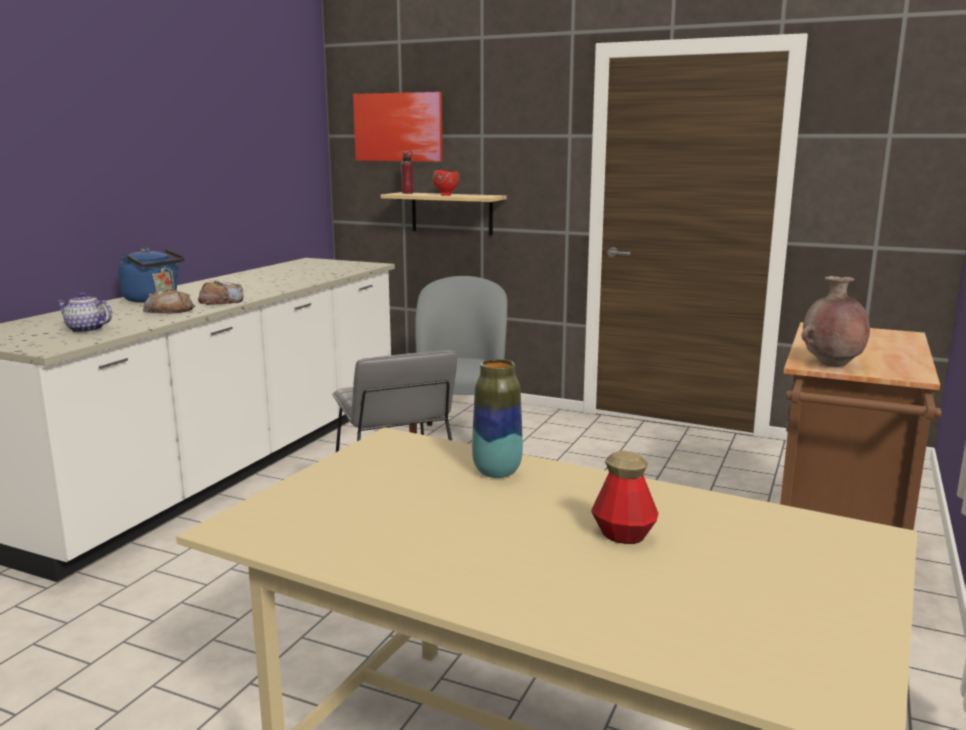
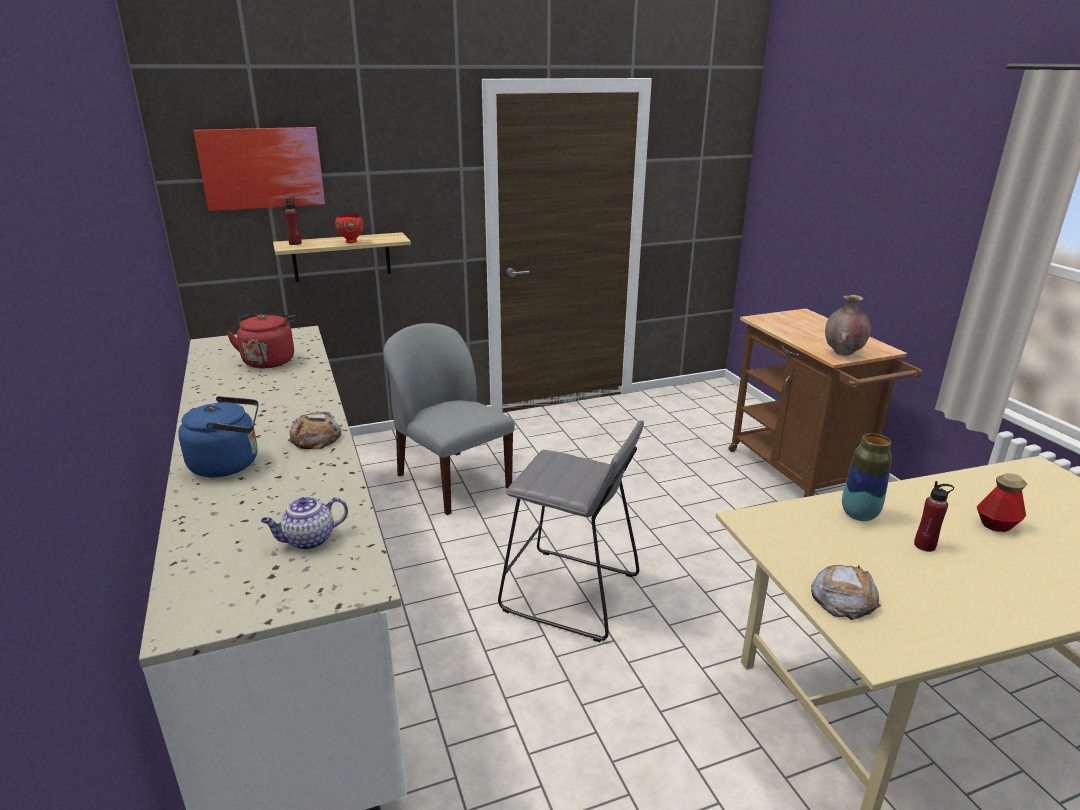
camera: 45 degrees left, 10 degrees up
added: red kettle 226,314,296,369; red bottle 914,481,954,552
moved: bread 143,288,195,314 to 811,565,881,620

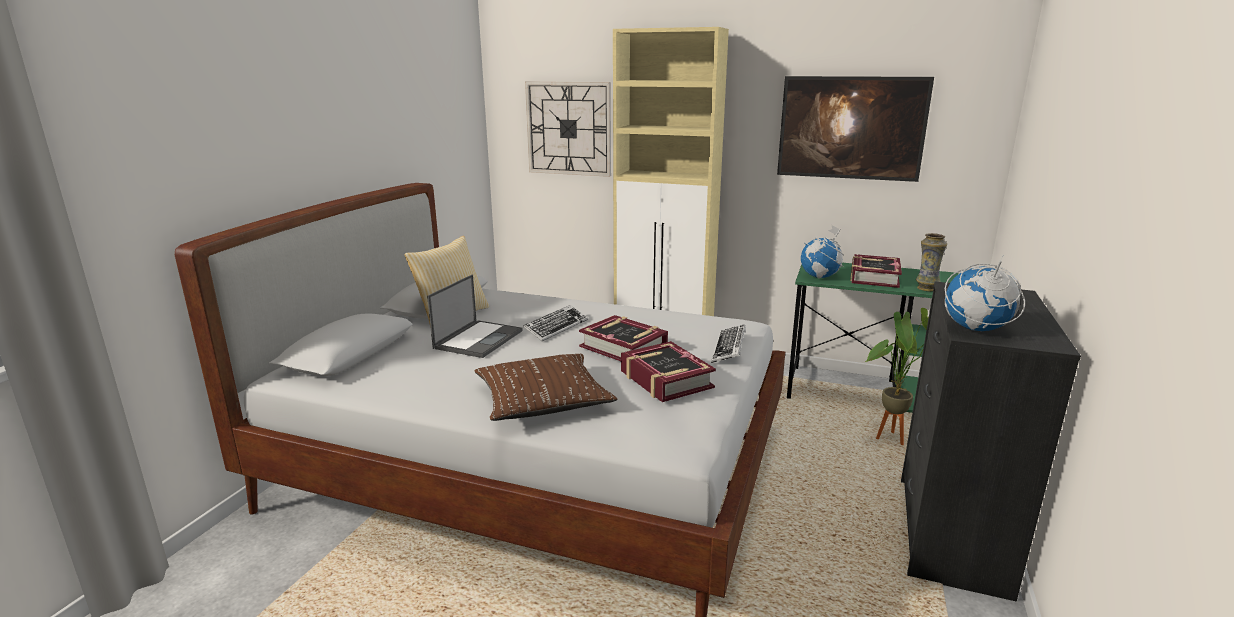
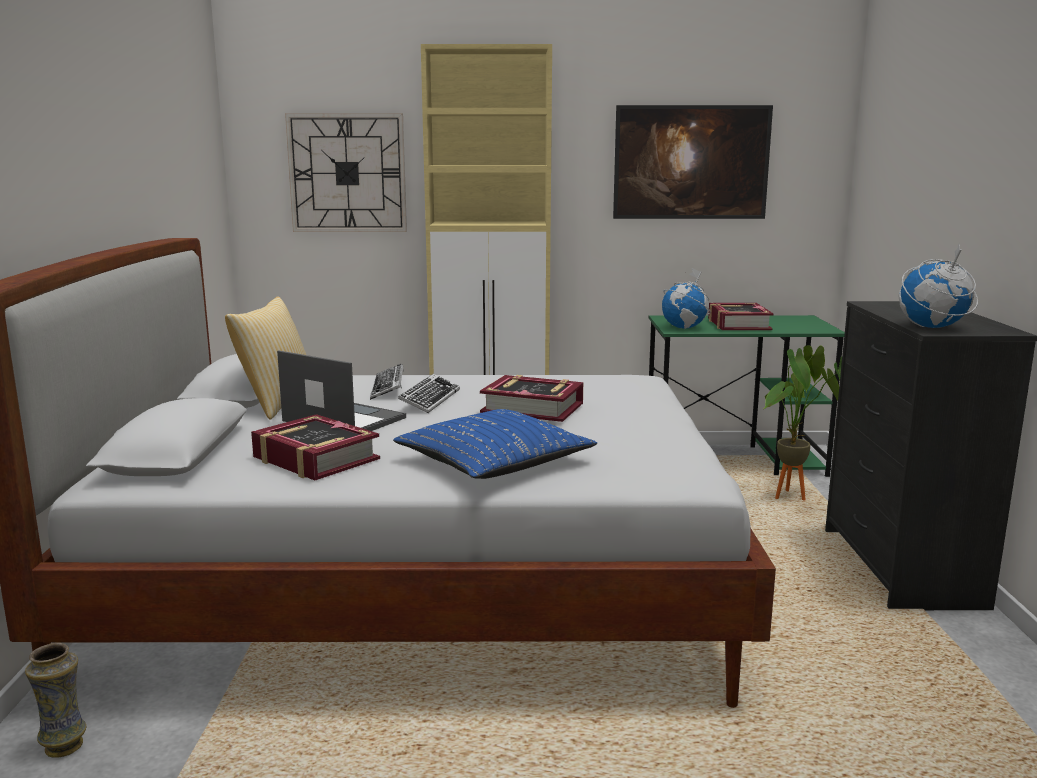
camera: 20 degrees left, 5 degrees down
moved: vase 916,233,947,291 to 25,643,86,758; book 621,341,716,402 to 251,414,380,480; keyboard 711,325,746,363 to 370,364,404,400
recoloured: brown pillow 474,354,617,421 to blue pillow 393,409,597,479
turned: laptop 427,274,523,358 = 277,350,406,431 60 degrees counterclockwise

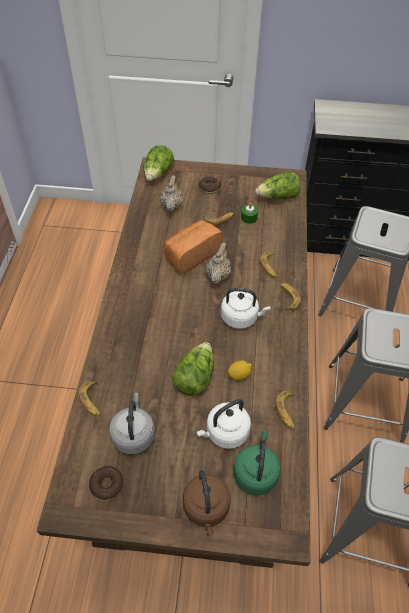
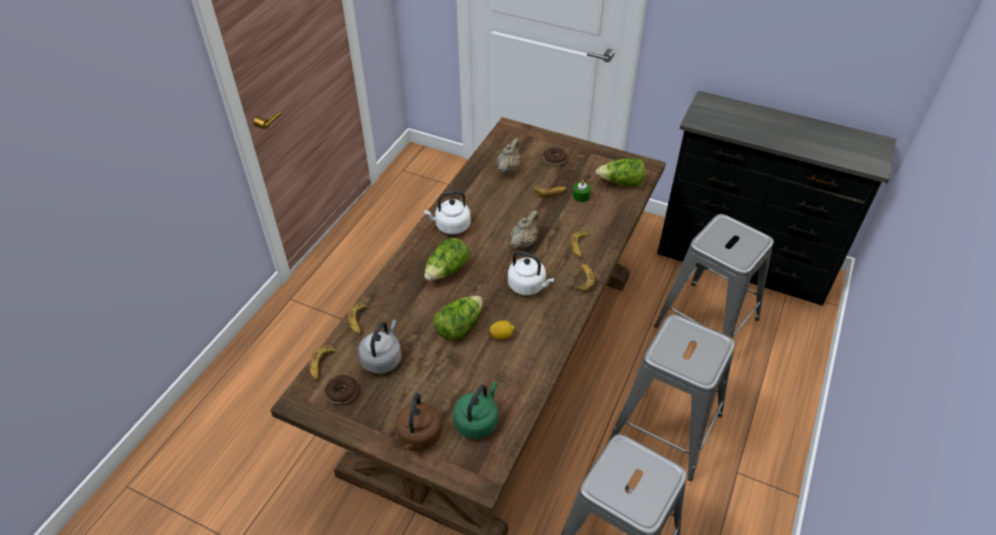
camera: 20 degrees right, 5 degrees down
removed: bread 164,220,223,275
moved: banana 275,391,295,429 to 310,345,338,380; white kettle 197,399,251,449 to 424,191,471,234; lettuce 144,145,174,181 to 424,238,470,281

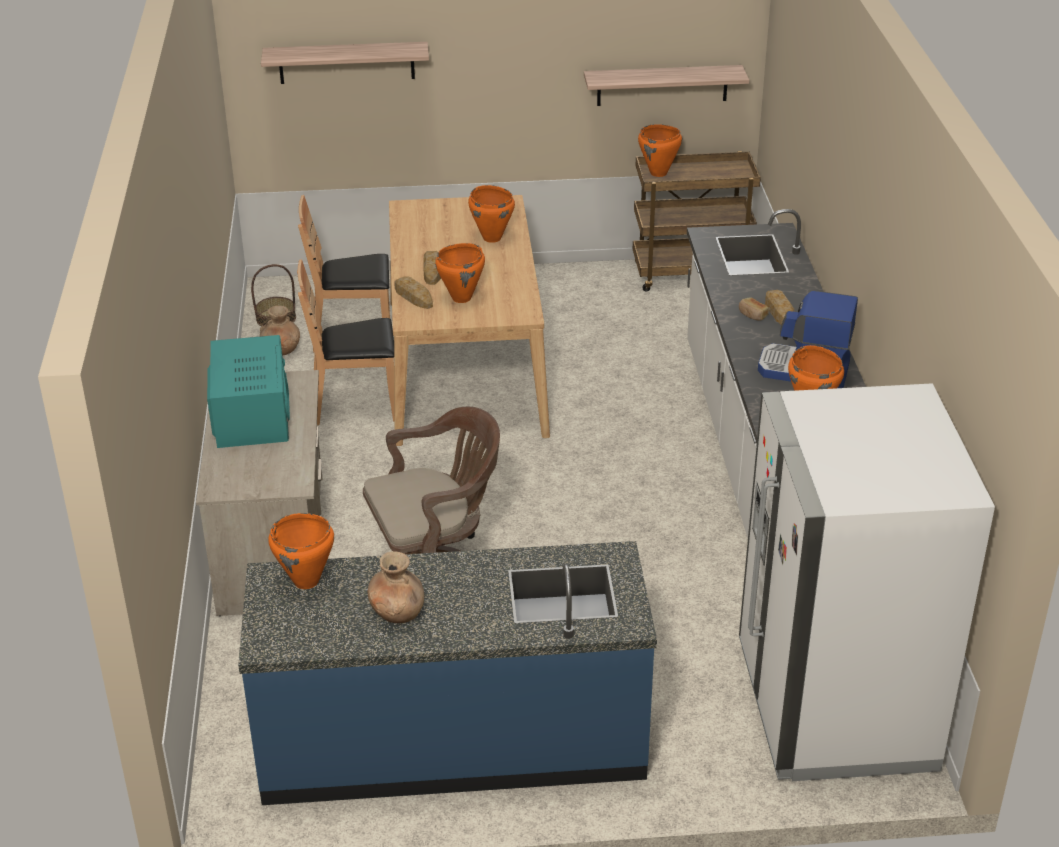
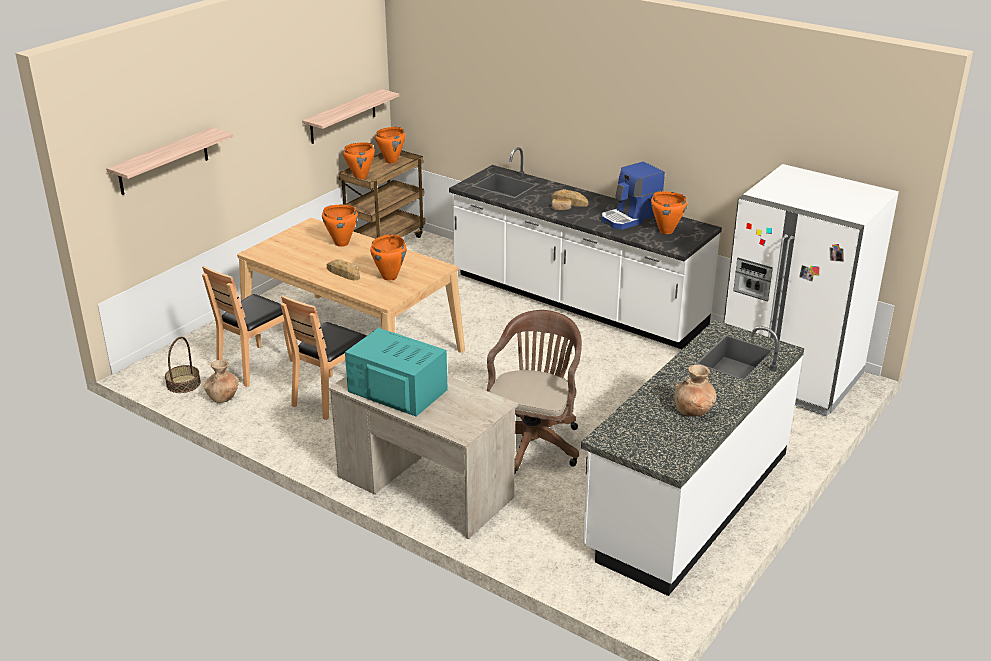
camera: 50 degrees left, 5 degrees down
removed: bread 394,276,433,309
moved: orange cooking pot 269,513,334,589 to 375,127,405,163
recoloured: blue counter 238,541,657,805 to white counter 581,320,804,596

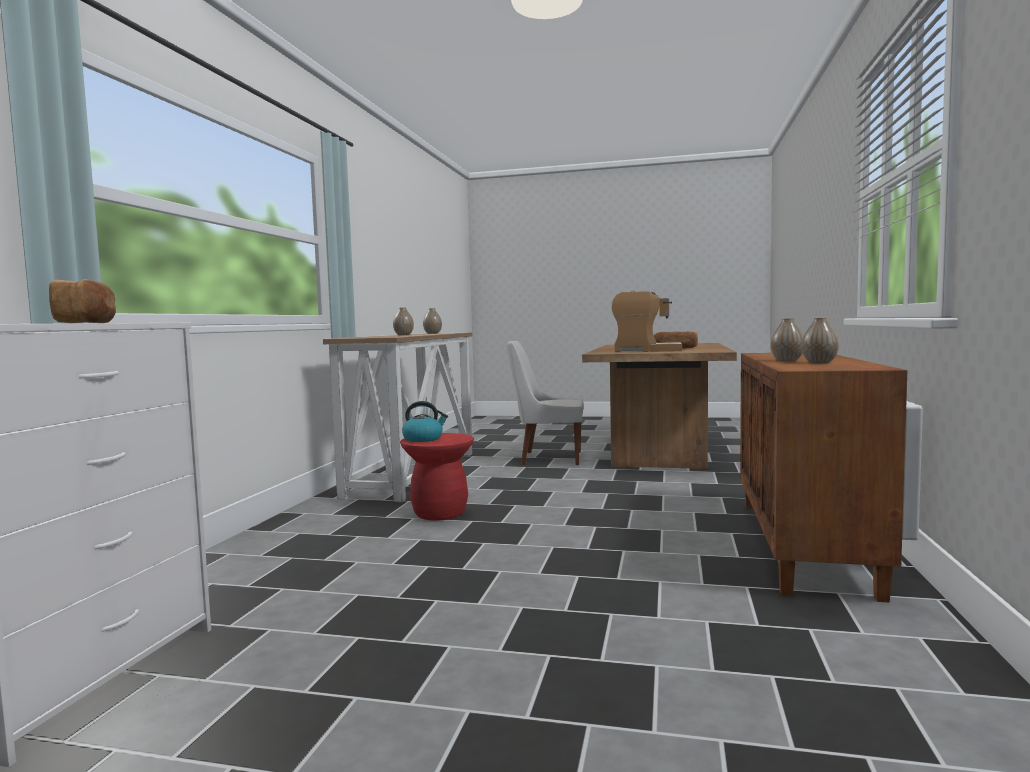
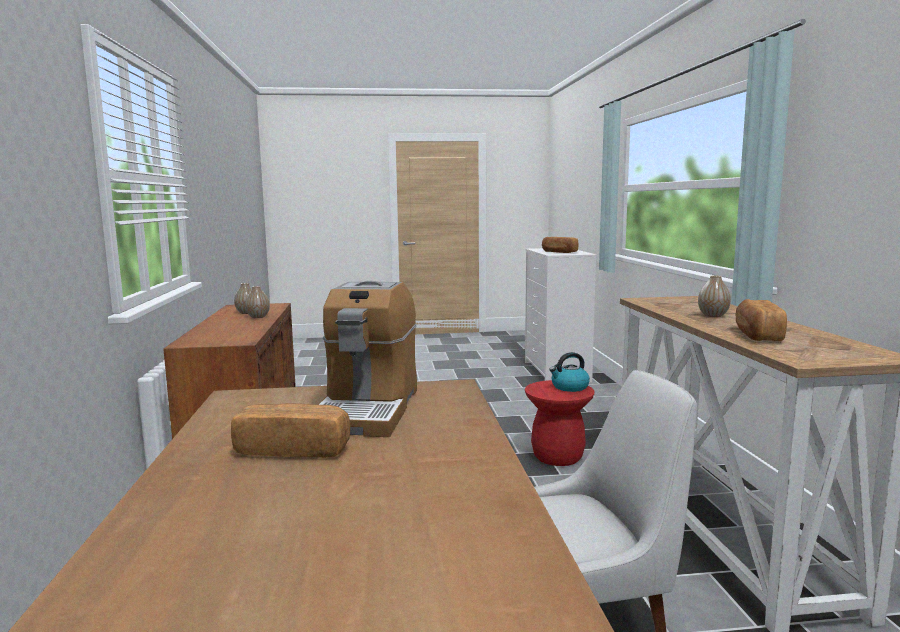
camera: 160 degrees right, 5 degrees up
replaced: vase 423,308,442,334 to bread 735,299,787,341
turned: coffee machine 612,291,682,352 = 318,281,417,437 75 degrees counterclockwise

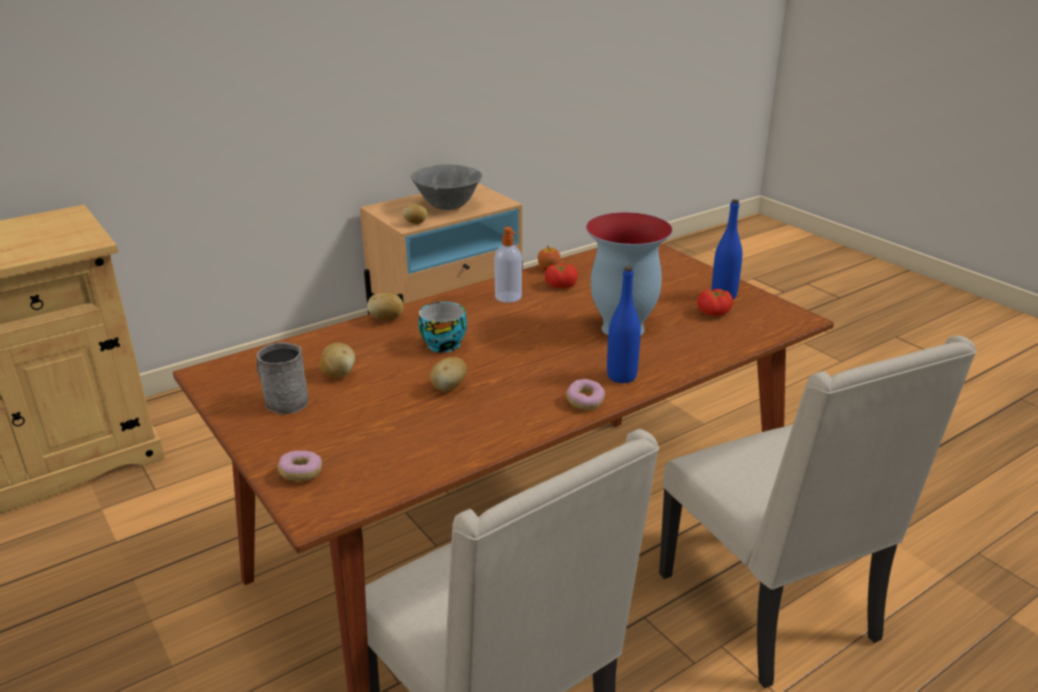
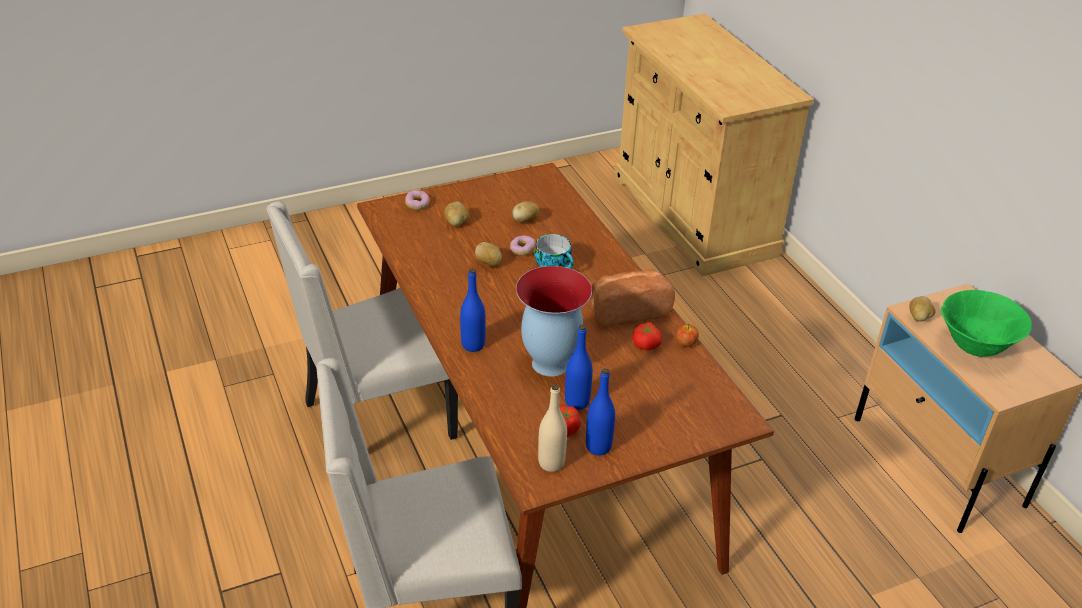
camera: 100 degrees right, 10 degrees up
removed: grey mug 257,342,309,415
added: beige bottle 538,384,567,472; blue bottle 565,324,593,410
moved: potato 367,293,403,320 to 444,201,470,226; donut 566,379,605,410 to 510,235,536,256
replaced: soap dispenser 494,227,522,303 to bread 591,269,675,327
recoloured: grey bowl 411,164,482,210 to green bowl 941,290,1032,357

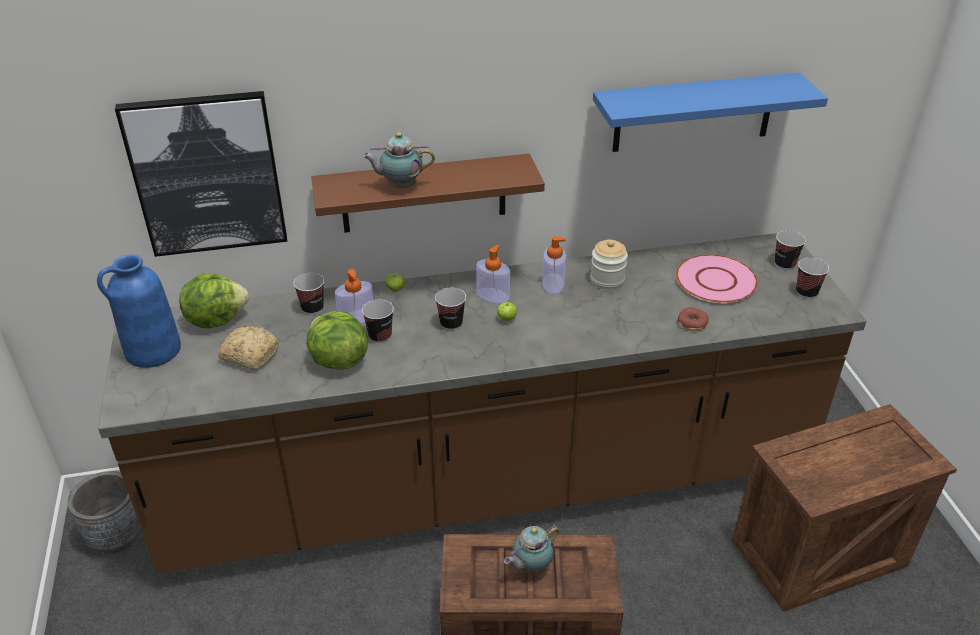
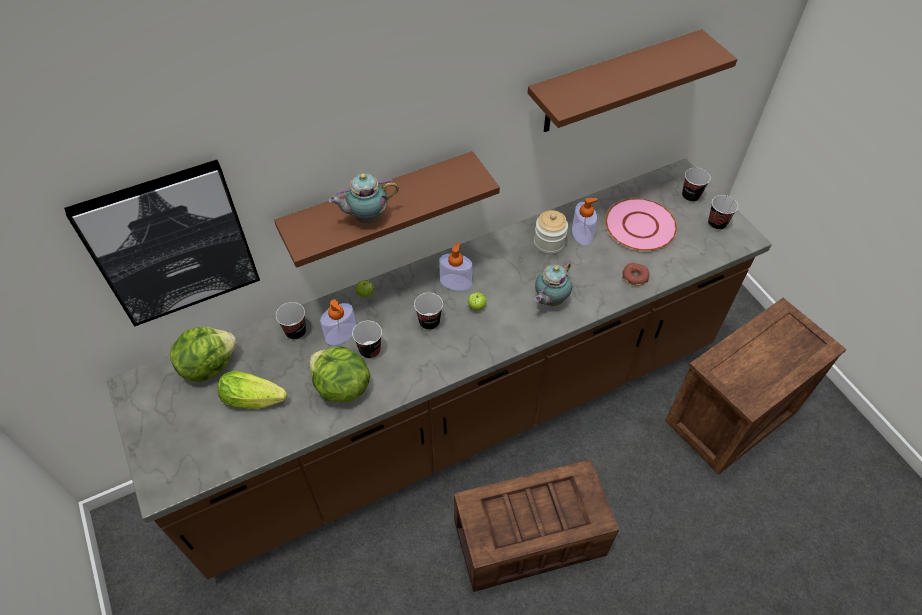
camera: 15 degrees left, 15 degrees up
removed: grey planter 68,471,141,553; blue vase 97,254,181,368
moved: teapot 504,524,560,574 to 535,260,572,306; soap dispenser 542,236,566,294 to 572,198,598,246
replaced: bread 218,325,279,370 to lettuce 218,371,287,409
recoloured: blue shelf 593,72,828,152 to brown shelf 528,29,737,132

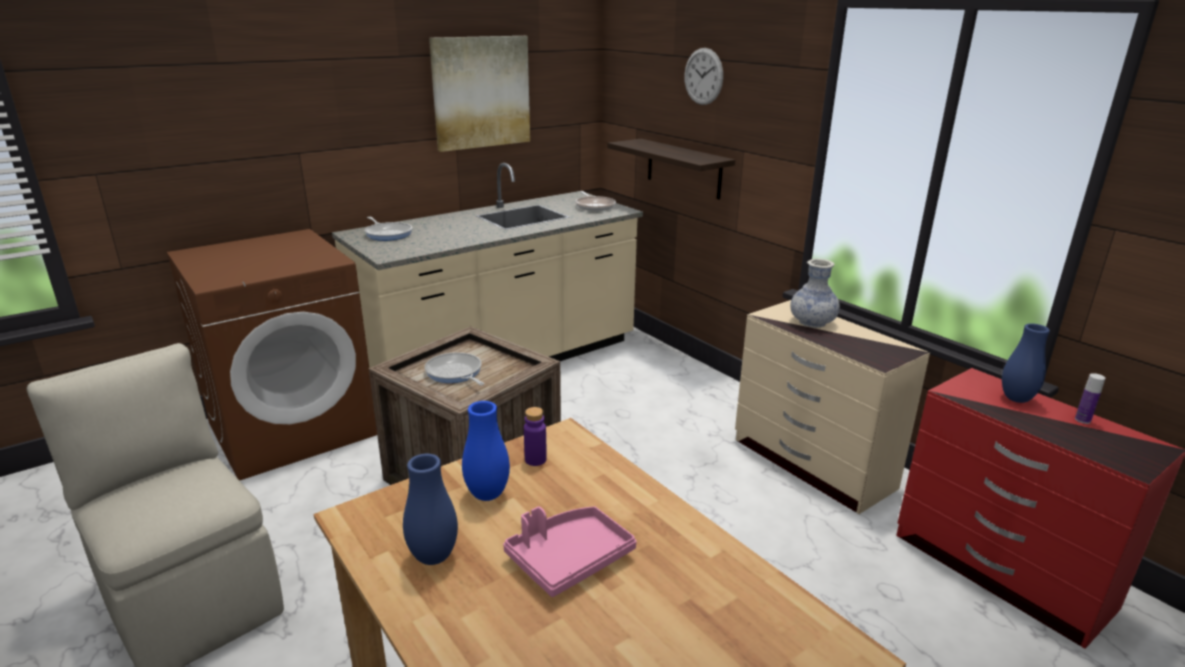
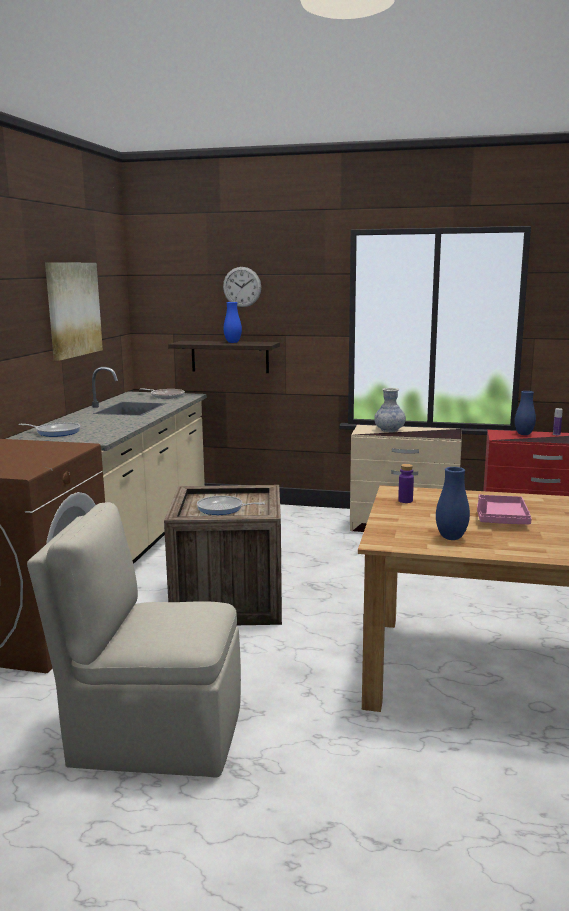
camera: 40 degrees left, 10 degrees down
moved: blue vase 462,401,510,501 to 224,302,242,343

